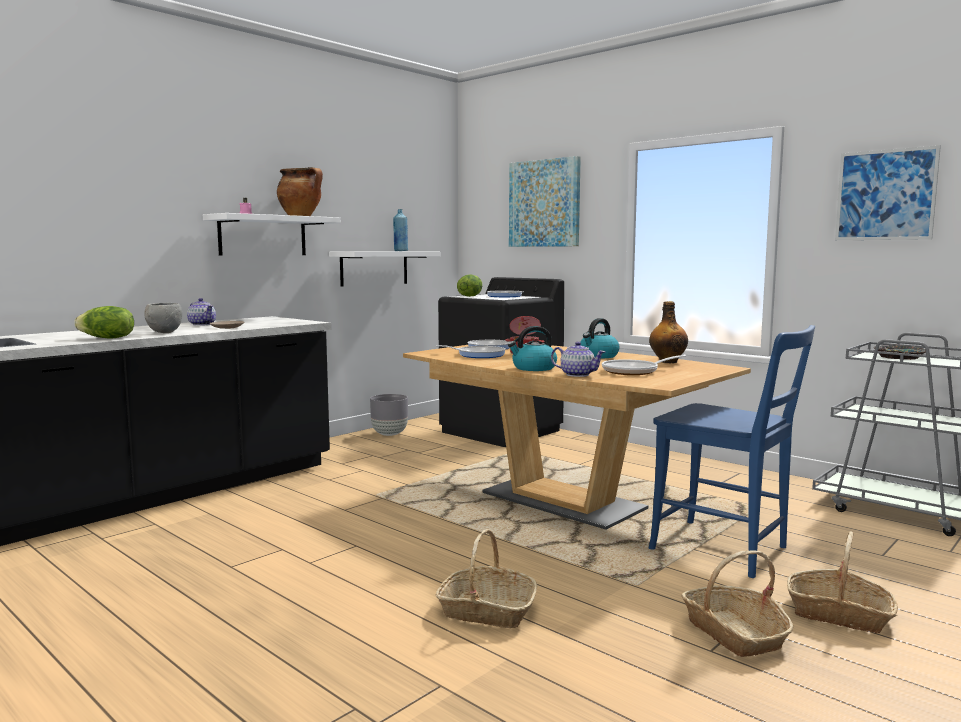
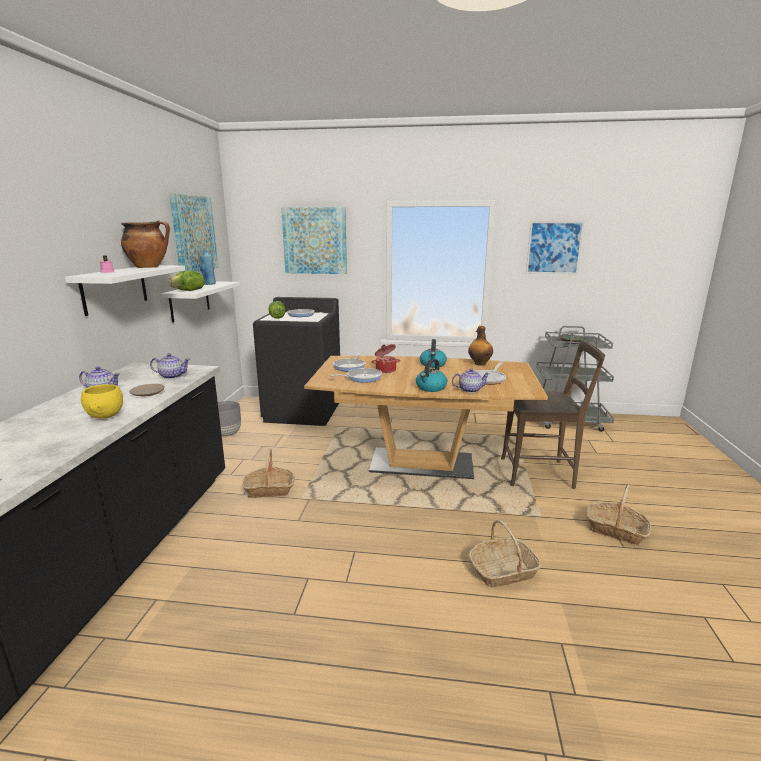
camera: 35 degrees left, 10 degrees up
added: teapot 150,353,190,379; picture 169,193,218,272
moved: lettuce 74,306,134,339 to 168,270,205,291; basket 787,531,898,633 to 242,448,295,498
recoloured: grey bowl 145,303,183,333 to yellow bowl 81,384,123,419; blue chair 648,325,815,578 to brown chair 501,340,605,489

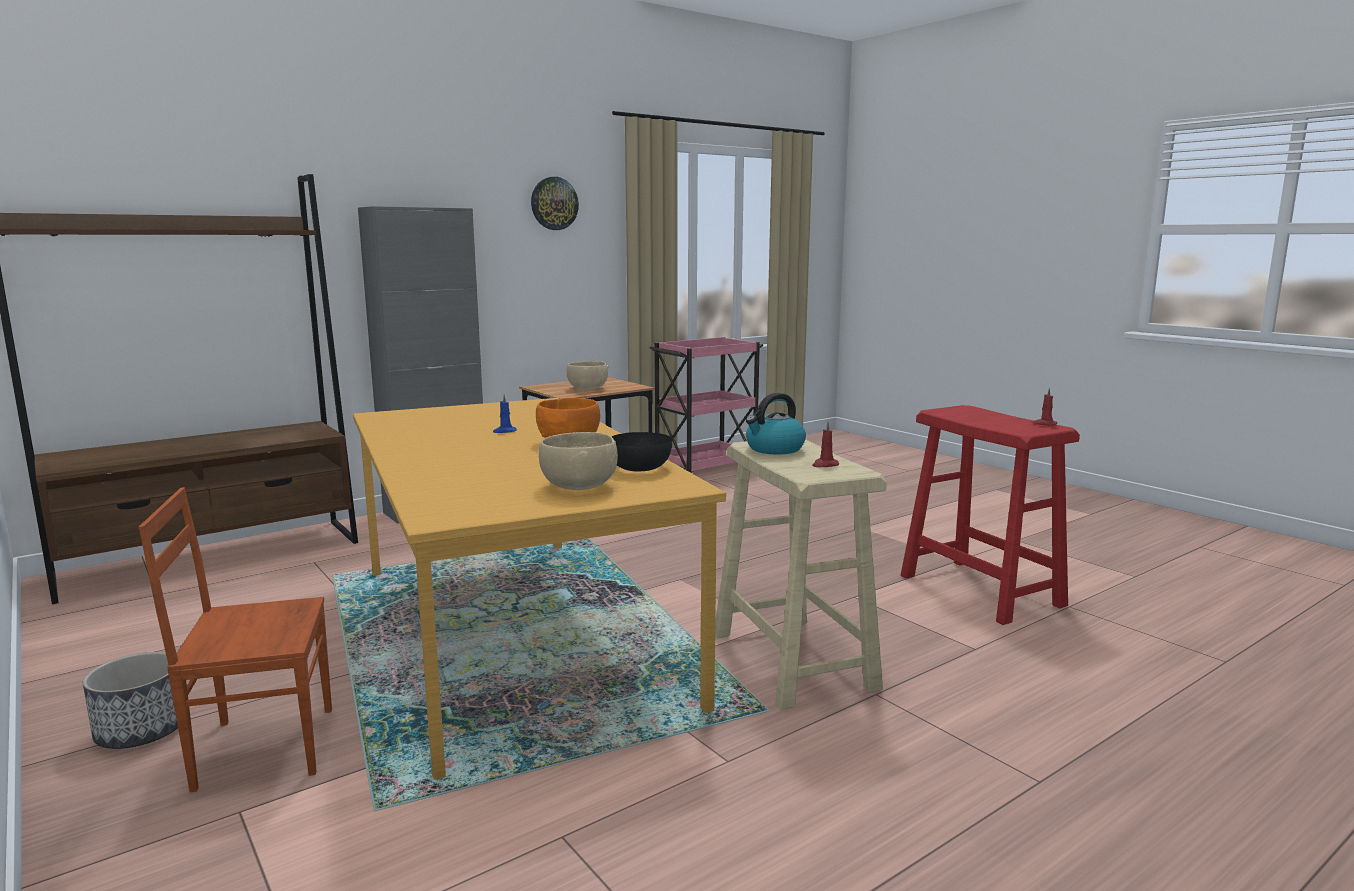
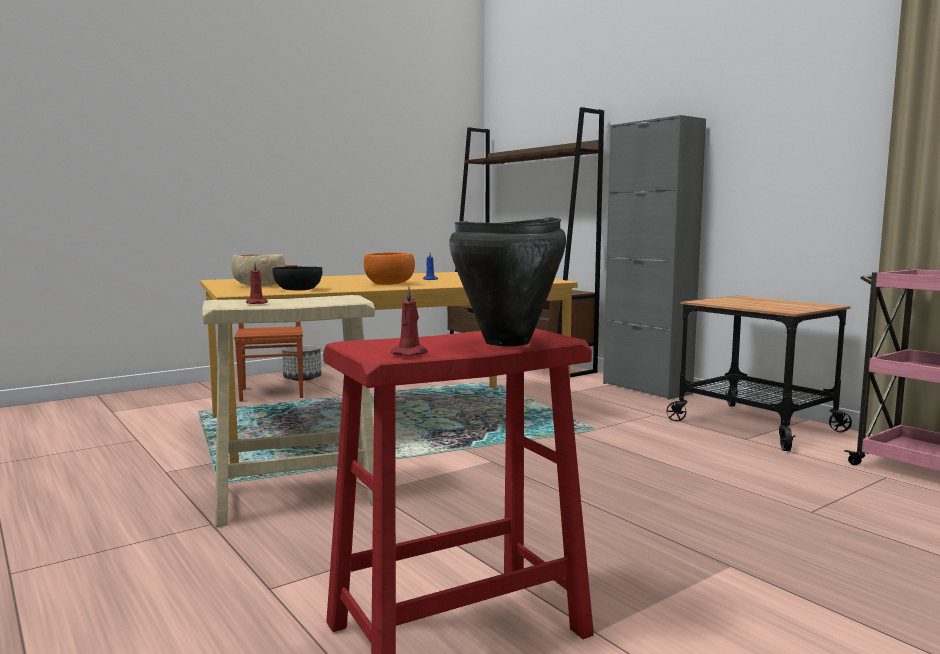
camera: 90 degrees right, 5 degrees down
removed: wall clock 531,177,579,230; beige bowl 567,361,609,390; kettle 746,393,806,454
added: black cooking pot 449,217,566,346

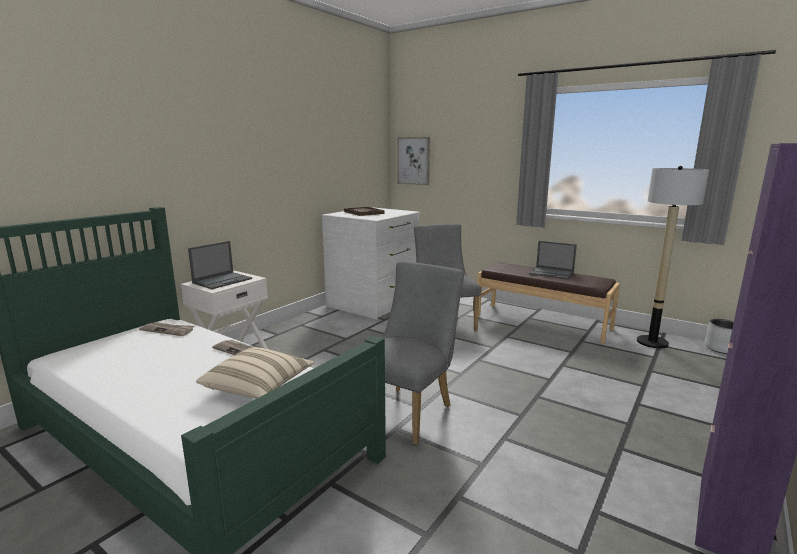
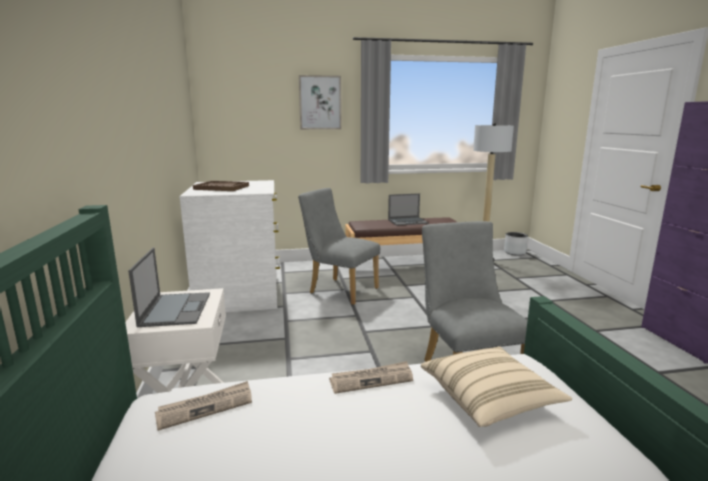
camera: 45 degrees left, 0 degrees up
moved: picture 397,137,430,185 to 299,75,342,130

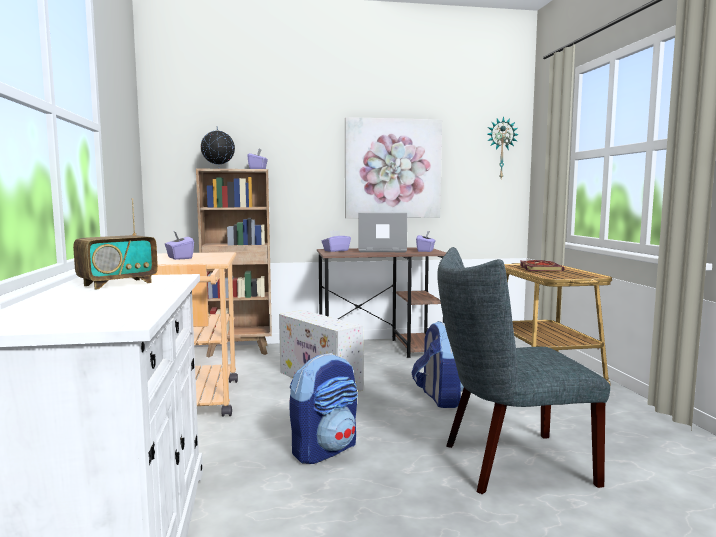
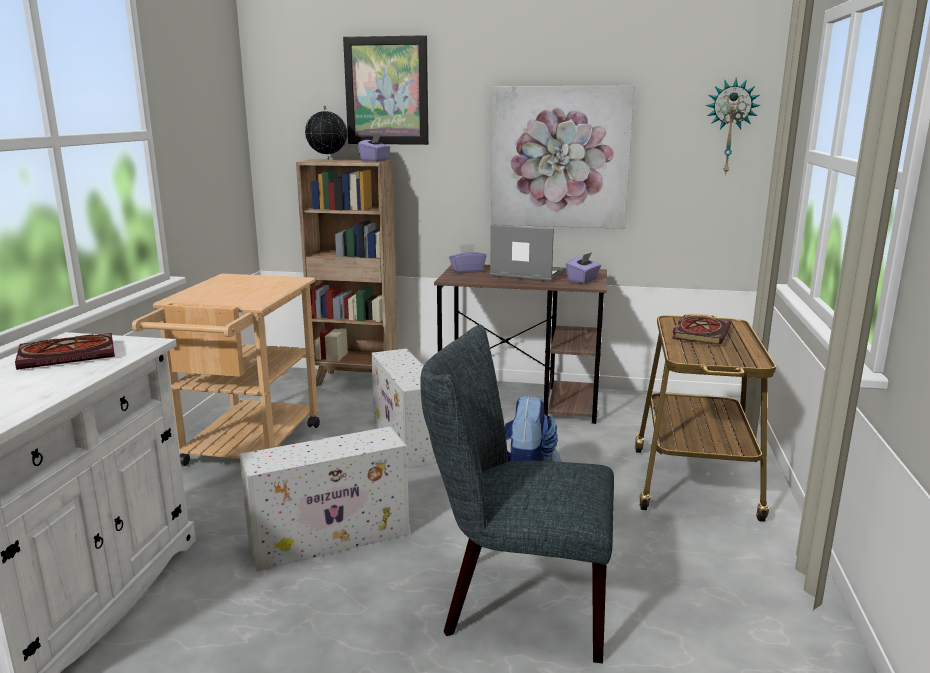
camera: 20 degrees right, 10 degrees up
removed: purple tissue box 165,231,194,260
added: picture 343,35,429,145
replaced: radio 73,198,158,290 to book 15,333,115,370; backpack 289,353,358,464 to white storage box 239,426,409,572

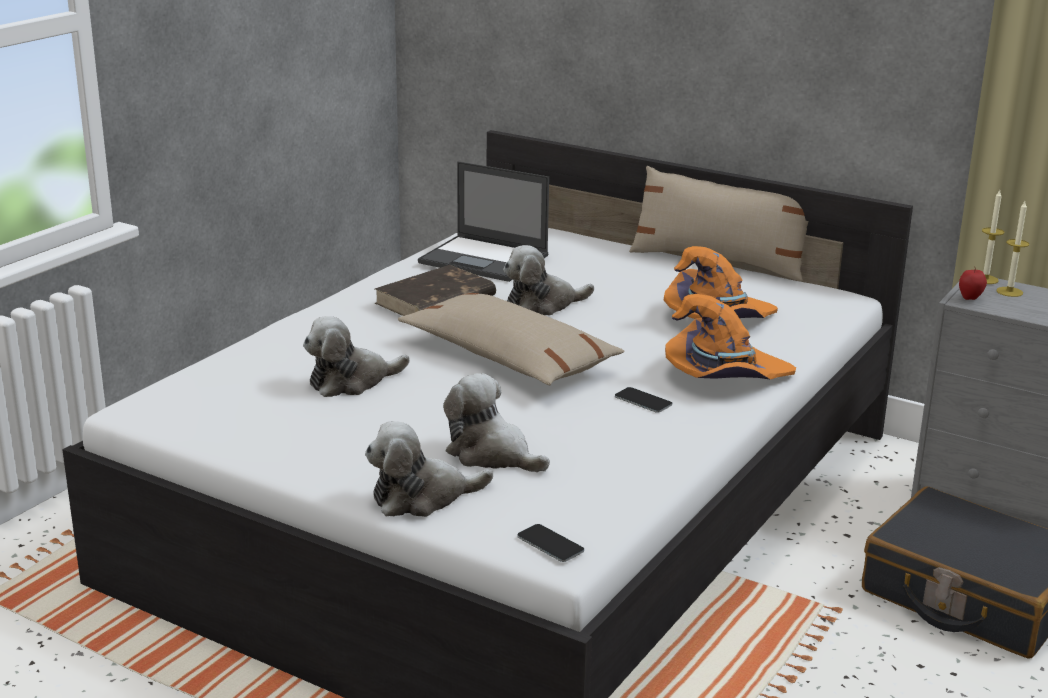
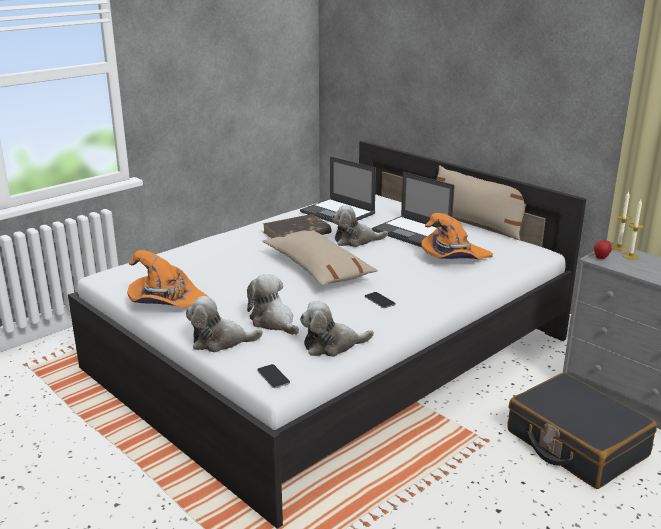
camera: 15 degrees right, 0 degrees up
added: laptop 372,172,455,247
moved: orange hat 665,294,796,380 to 127,250,210,308; plush toy 303,316,410,397 to 300,301,374,357

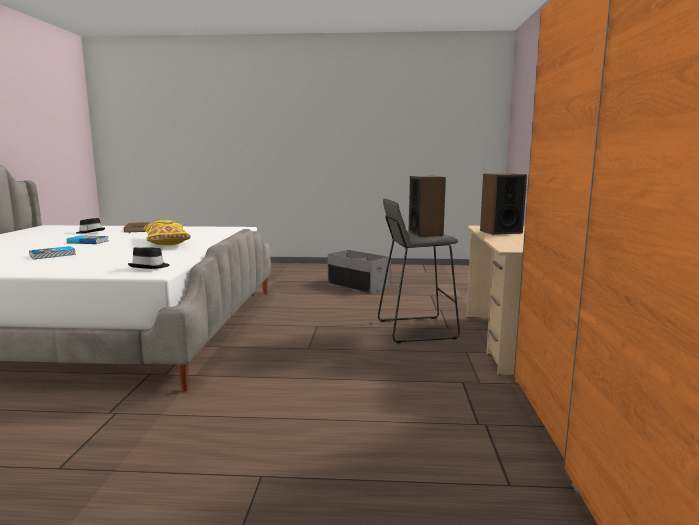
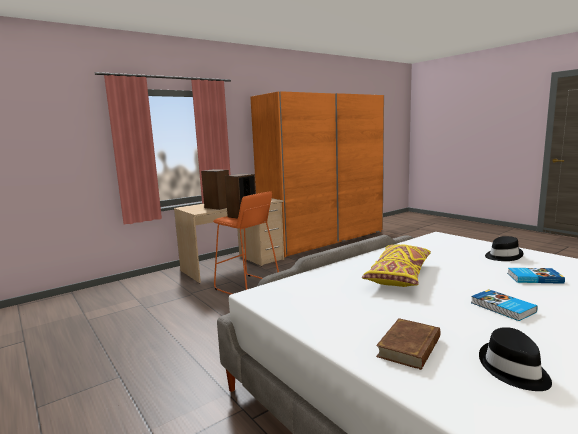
camera: 130 degrees left, 0 degrees up
removed: grey storage box 327,250,391,293
moved: black hat 128,247,170,269 to 485,236,524,261
recoloured: grey stool 378,198,460,343 to orange stool 213,191,279,295

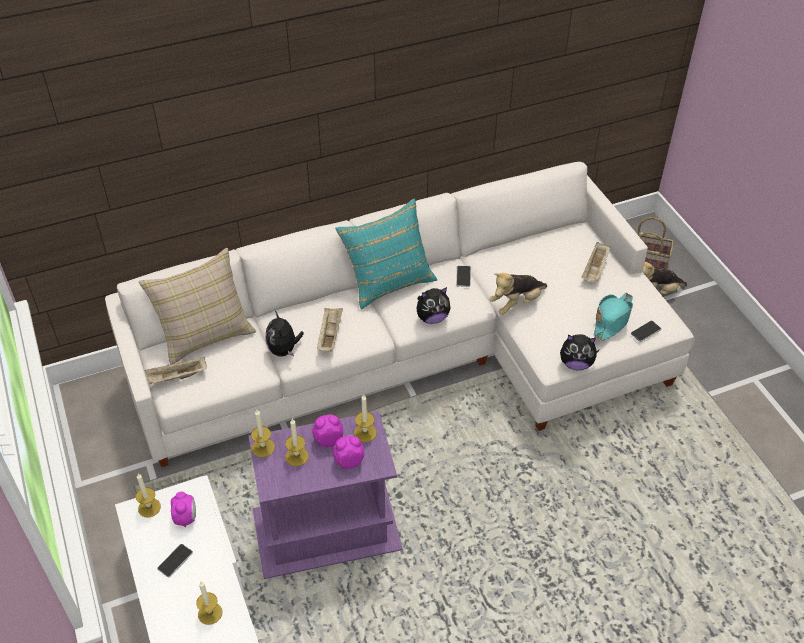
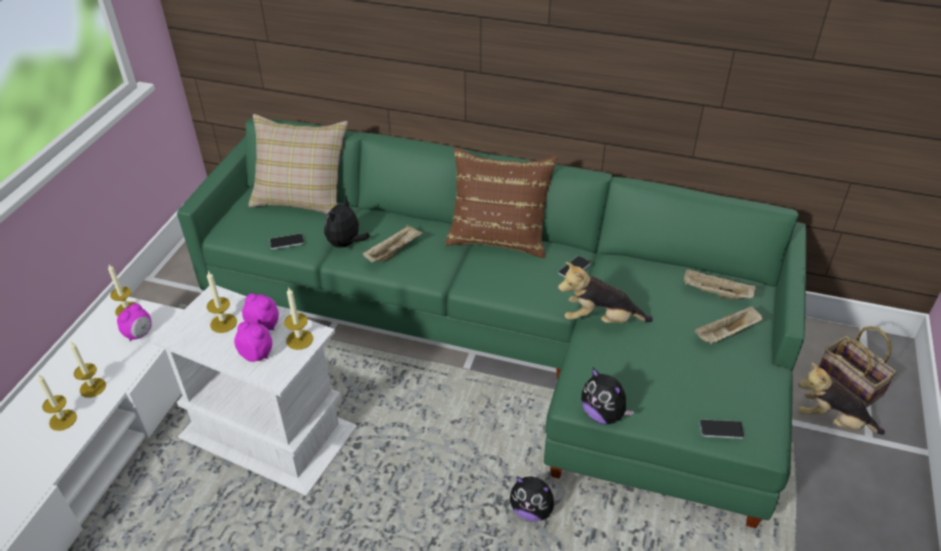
camera: 40 degrees right, 5 degrees down
removed: turquoise hat 594,293,633,341
moved: candle 251,410,275,457 to 70,342,106,398; phone 157,544,193,577 to 270,234,304,250; plush toy 417,287,451,324 to 510,476,561,522; beige tray 145,357,207,384 to 684,269,756,299
recoloured: purple side table 249,411,403,579 to white side table 151,285,358,496; white sofa 105,162,695,467 to green sofa 177,118,806,528; turquoise pillow 335,198,437,309 to brown pillow 445,147,557,258

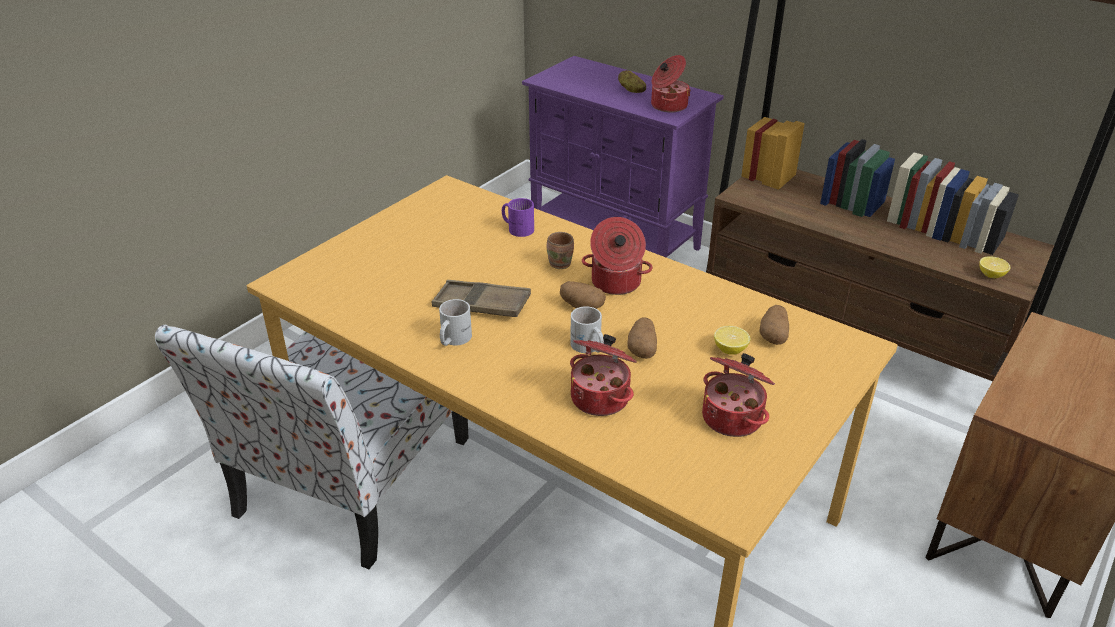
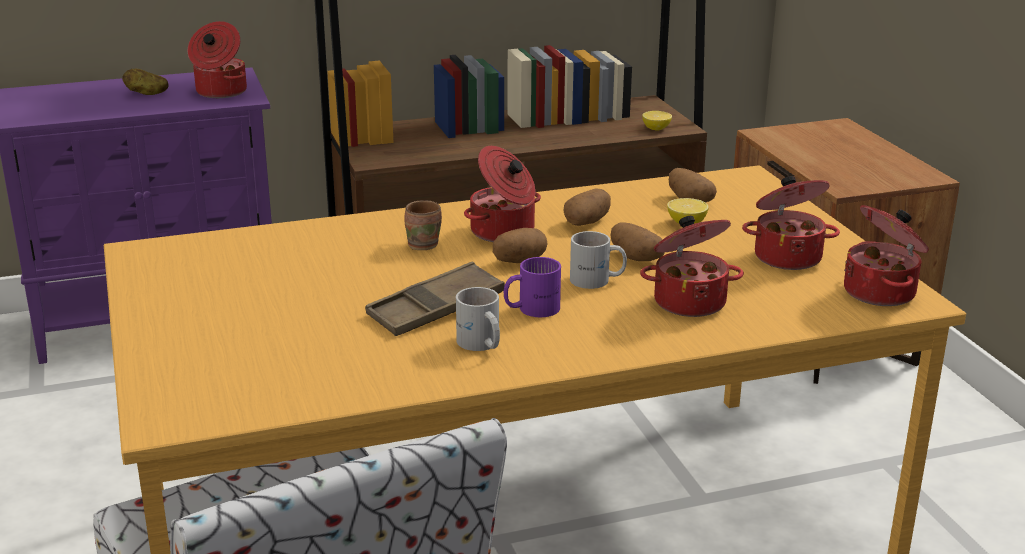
camera: 55 degrees left, 10 degrees down
added: potato 564,189,611,226; cooking pot 844,205,929,306
moved: purple mug 502,198,534,237 to 504,257,561,317

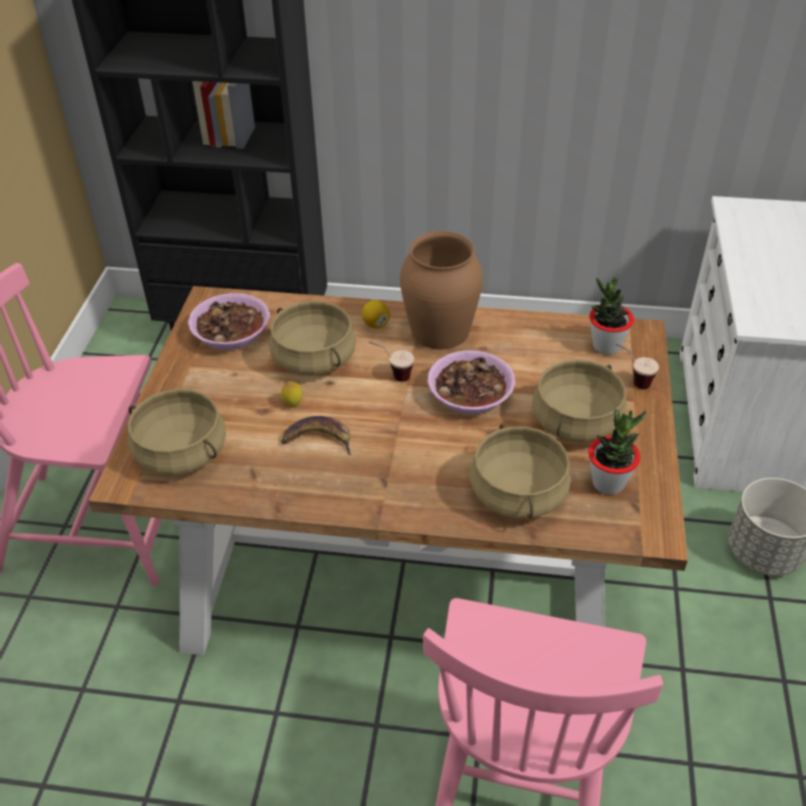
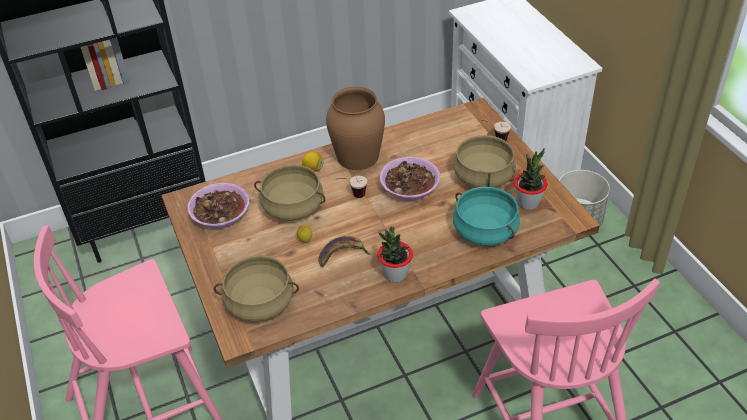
camera: 30 degrees left, 0 degrees up
moved: potted plant 589,277,634,355 to 377,227,413,282
recoloured: beige cooking pot 470,424,571,519 to turquoise cooking pot 453,187,520,246

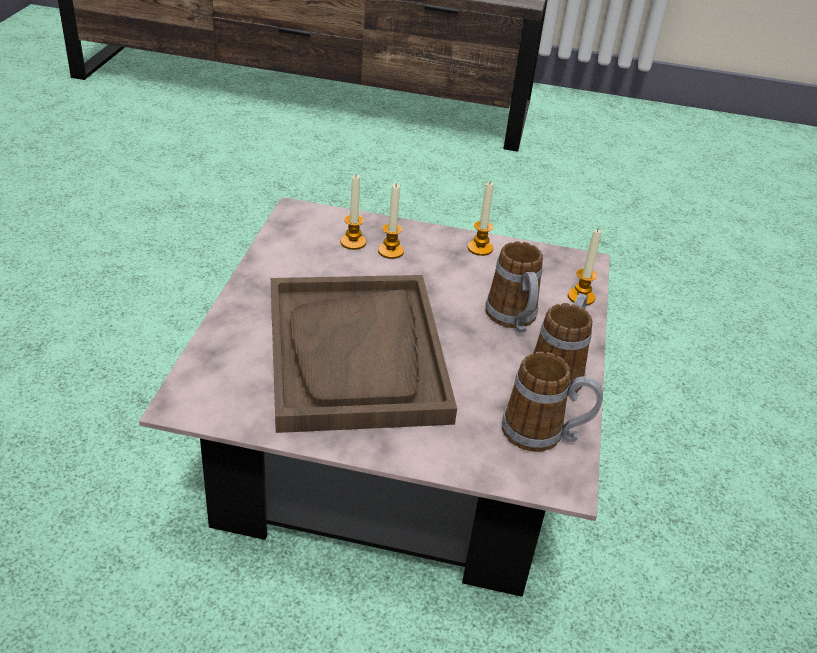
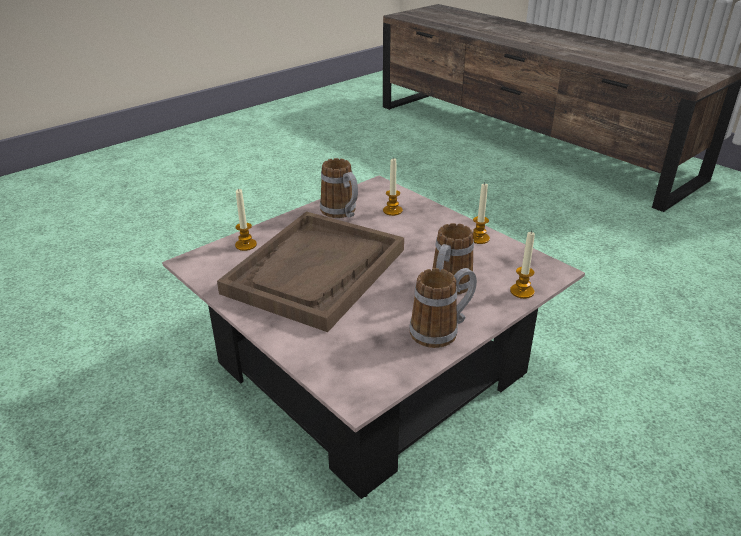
camera: 40 degrees right, 5 degrees down
moved: candle 378,183,404,259 to 235,188,257,251; mug 502,352,603,452 to 320,158,358,218

